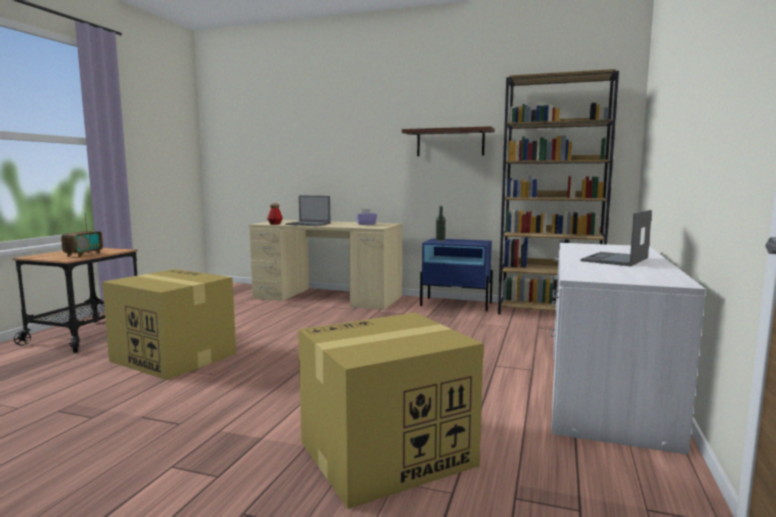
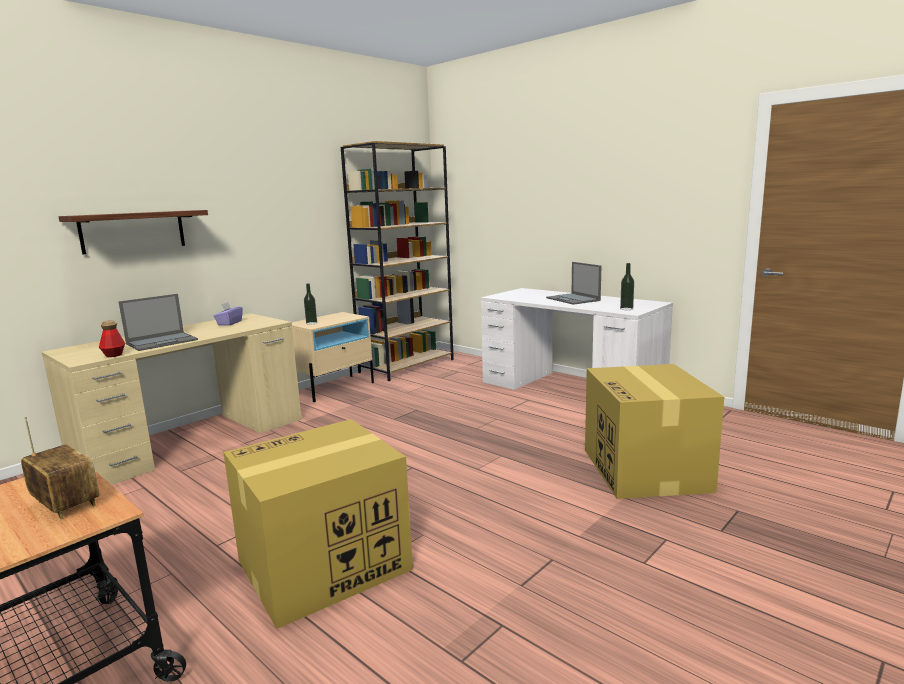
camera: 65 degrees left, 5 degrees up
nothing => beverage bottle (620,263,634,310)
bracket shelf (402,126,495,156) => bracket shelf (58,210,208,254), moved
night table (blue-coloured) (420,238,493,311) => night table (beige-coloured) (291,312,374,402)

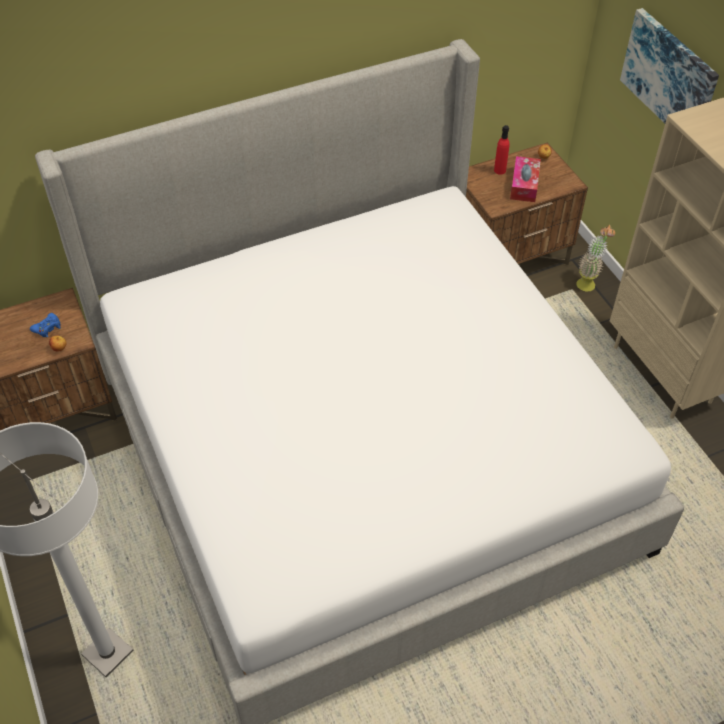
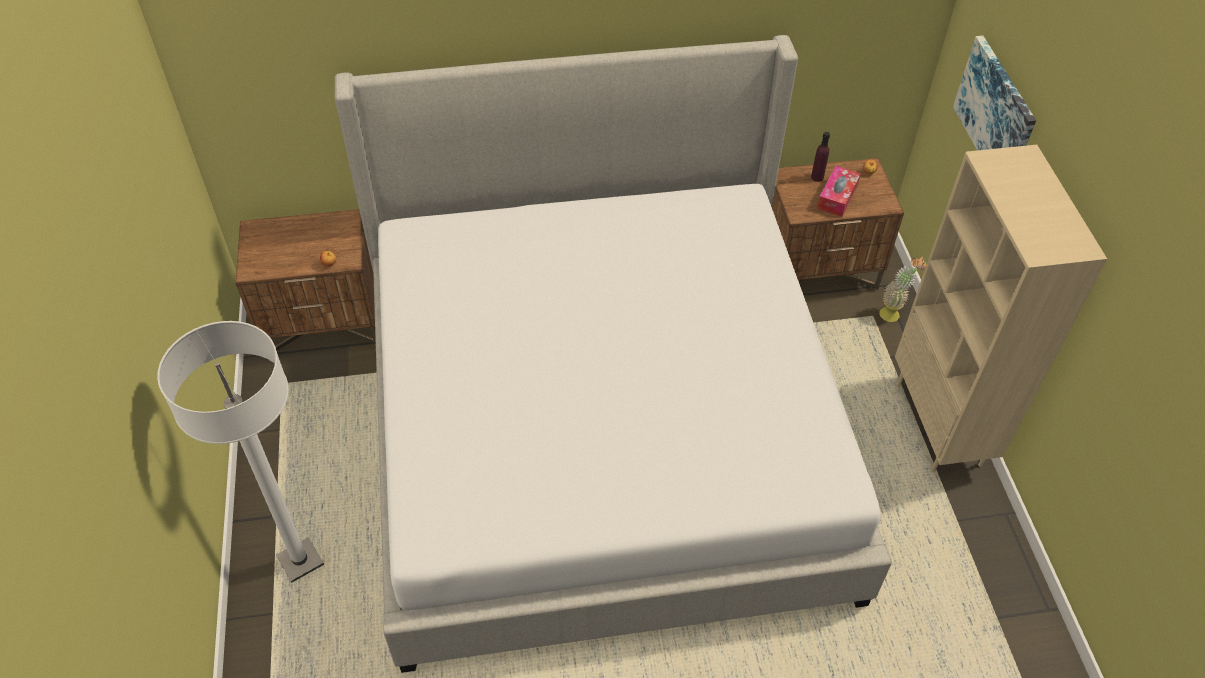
camera: 15 degrees right, 0 degrees up
joypad (blue-coloured) (30,313,61,338) => nothing
beverage bottle (reddish) (494,125,509,175) => beverage bottle (purple) (811,132,830,182)

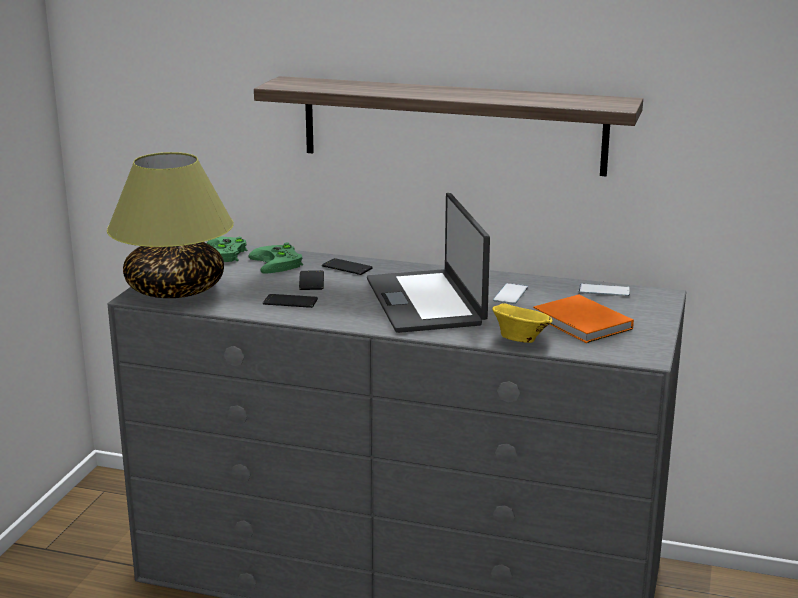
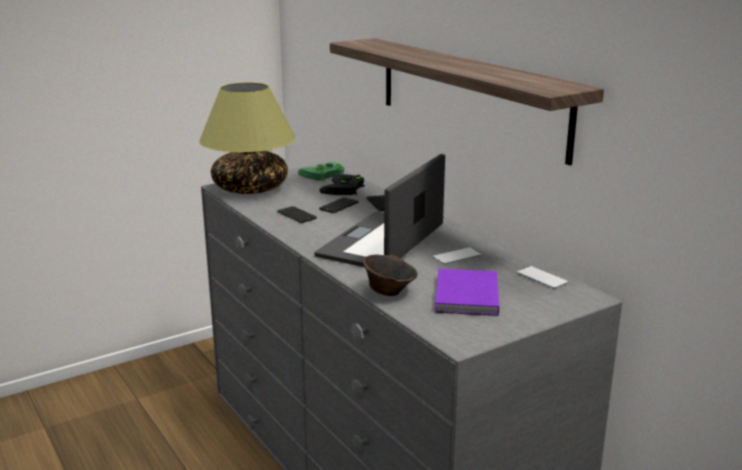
camera: 40 degrees right, 0 degrees up
joypad (green-coloured) (248,242,303,274) => joypad (blackish) (320,174,365,195)
serving bowl (yellow-coloured) (492,303,553,343) => serving bowl (brown-coloured) (363,255,417,296)
bound book (orange-coloured) (533,295,634,343) => bound book (purple) (435,269,499,316)

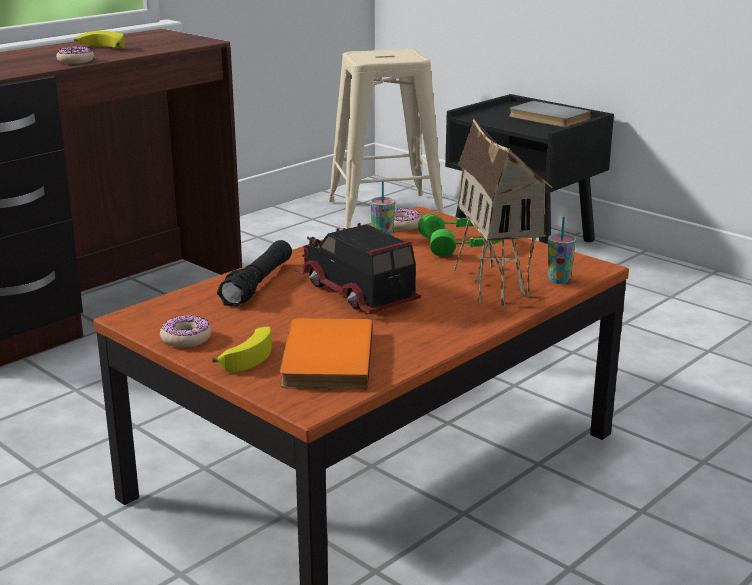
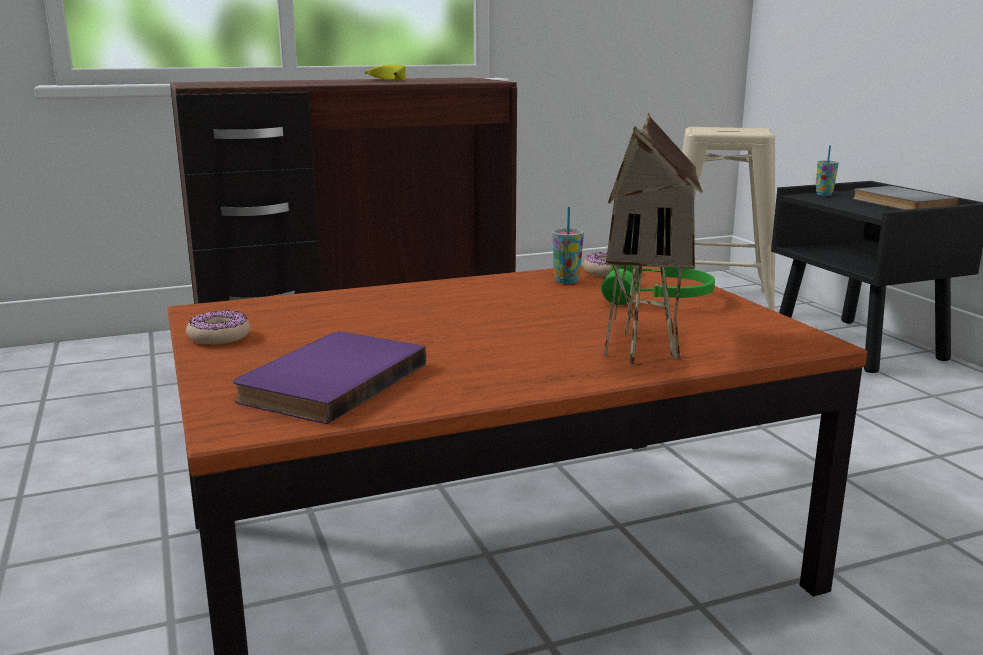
camera: 25 degrees right, 5 degrees down
ring doughnut (56,46,94,64) => nothing
whole banana (212,327,272,373) => nothing
torch (blackish) (217,240,292,307) => nothing
toy truck (295,223,421,314) => nothing
cup (548,217,576,284) => cup (816,145,839,196), moved
bound book (orange-coloured) (280,318,373,390) => bound book (purple) (233,332,426,424)

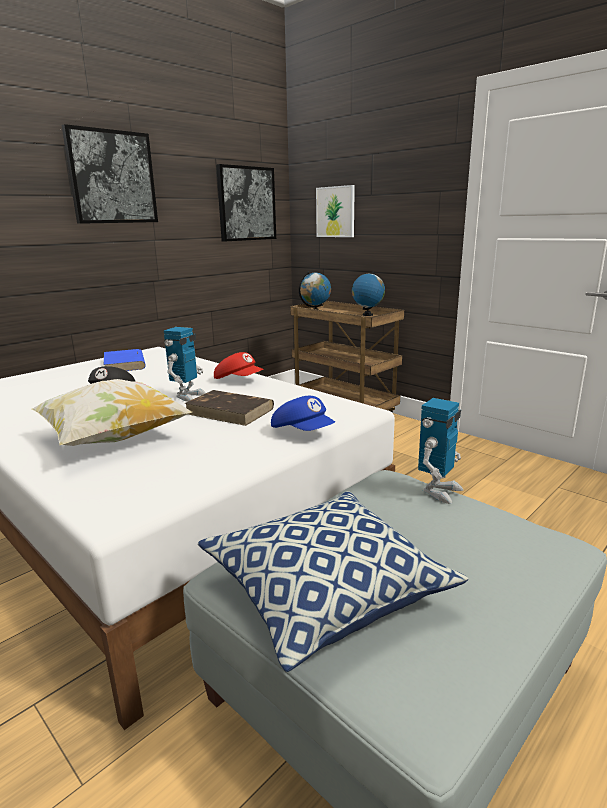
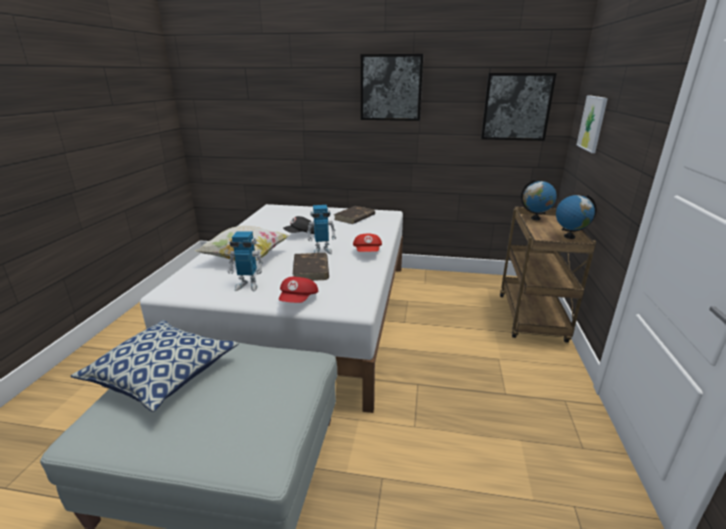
camera: 55 degrees right, 5 degrees up
model robot (418,398,463,504) => model robot (228,231,263,291), moved
bound book (blue-coloured) (104,349,146,371) => bound book (brown-coloured) (334,206,375,224)
cap (blue-coloured) (271,396,335,431) => cap (reddish) (279,277,318,303)

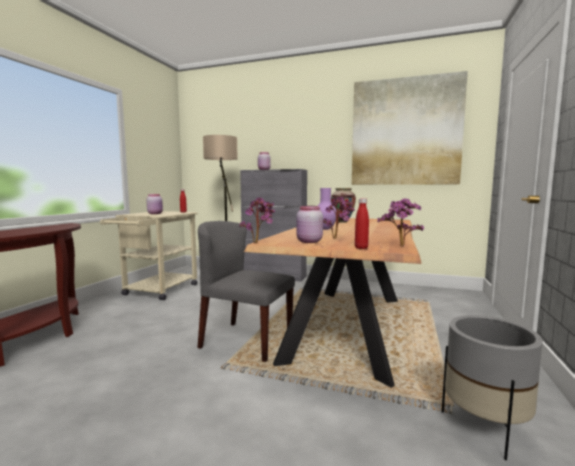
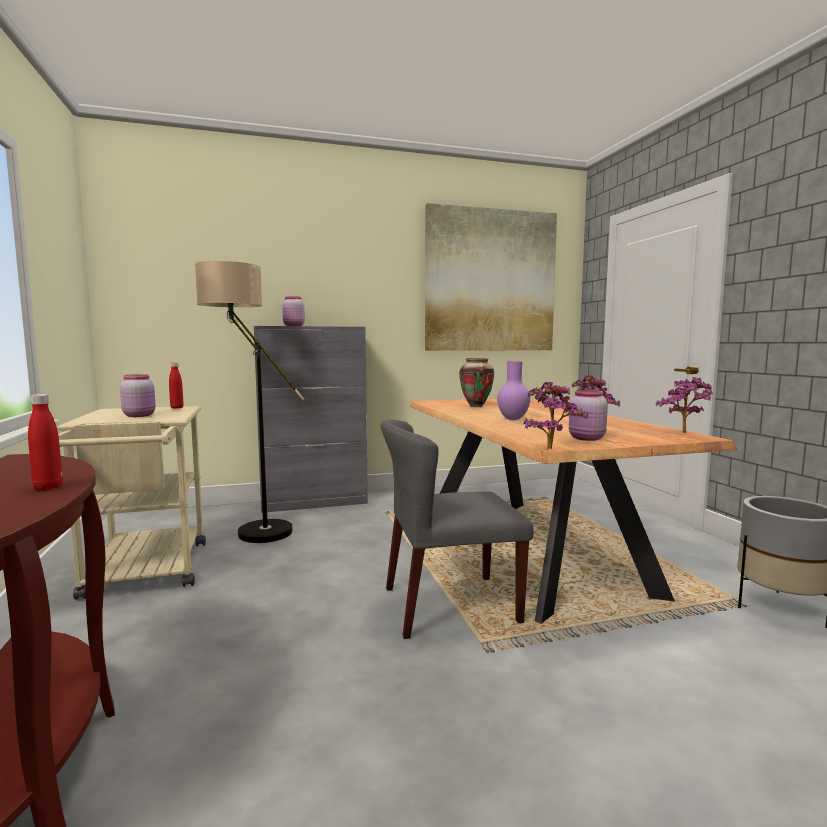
camera: 35 degrees left, 0 degrees up
beverage bottle (reddish) (355,198,369,249) => beverage bottle (reddish) (28,394,63,490), moved

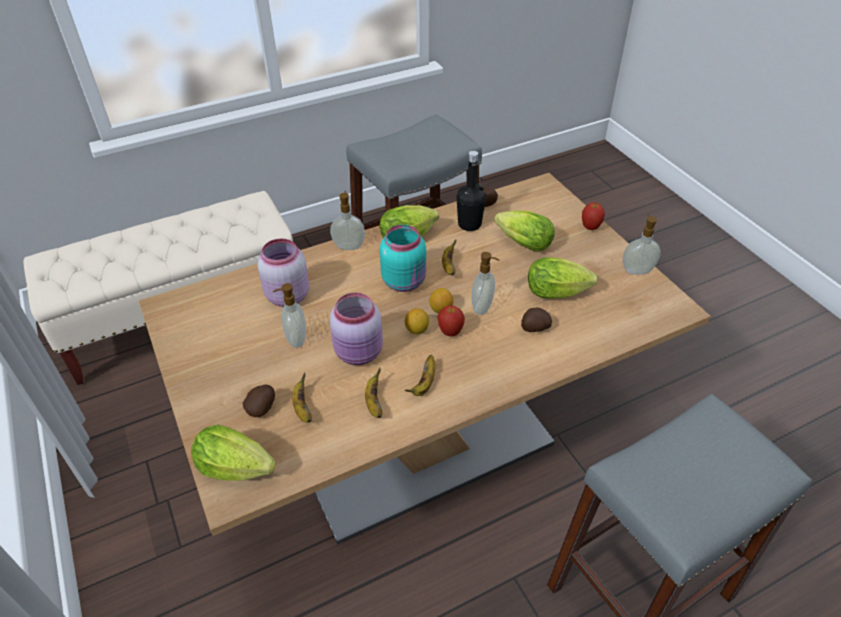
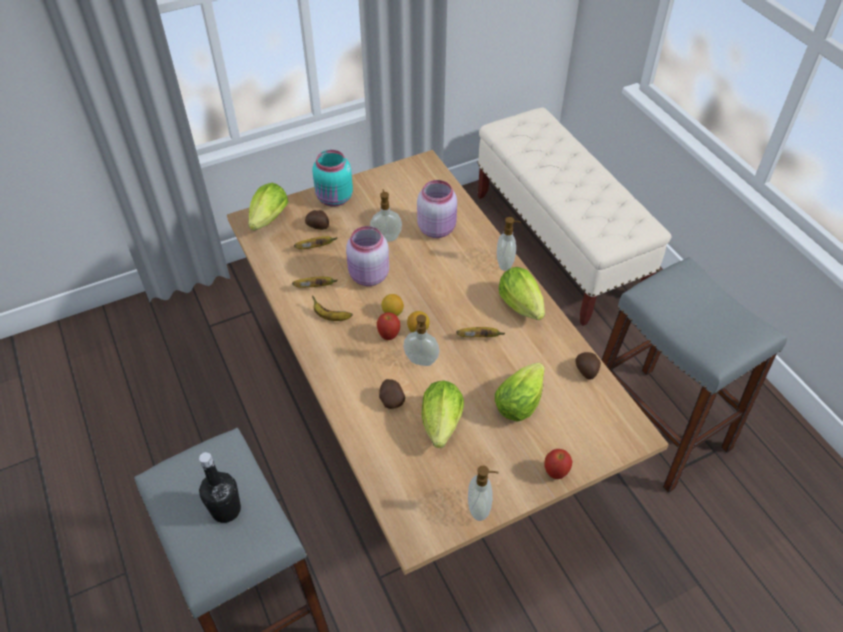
camera: 90 degrees right, 5 degrees up
storage jar (turquoise-coloured) (380,225,426,292) => storage jar (turquoise-coloured) (312,150,353,207), moved
beverage bottle (blackish) (456,151,486,231) => beverage bottle (blackish) (199,452,241,523), moved

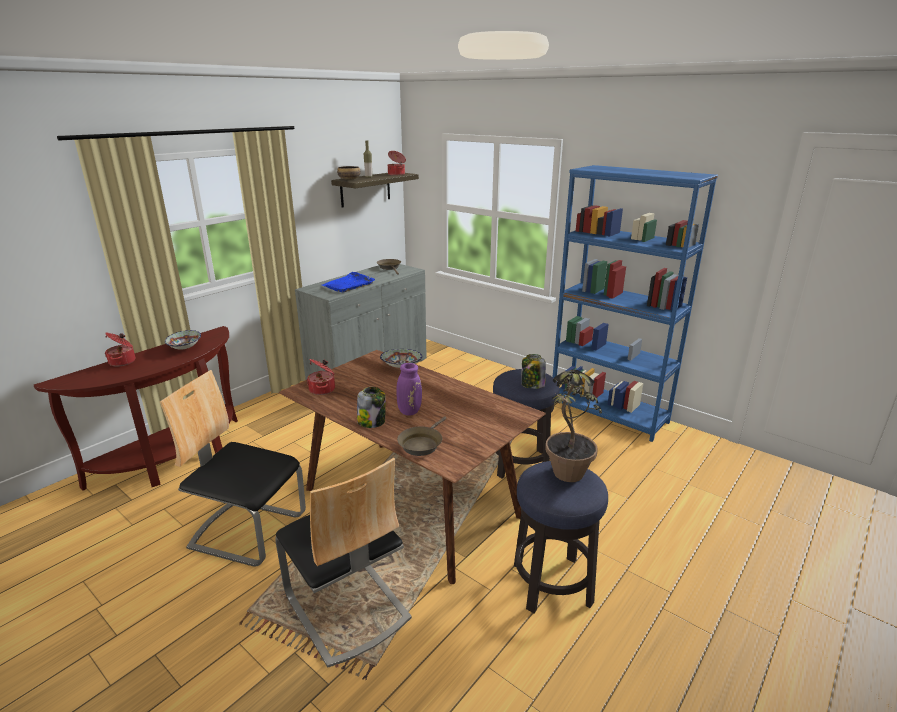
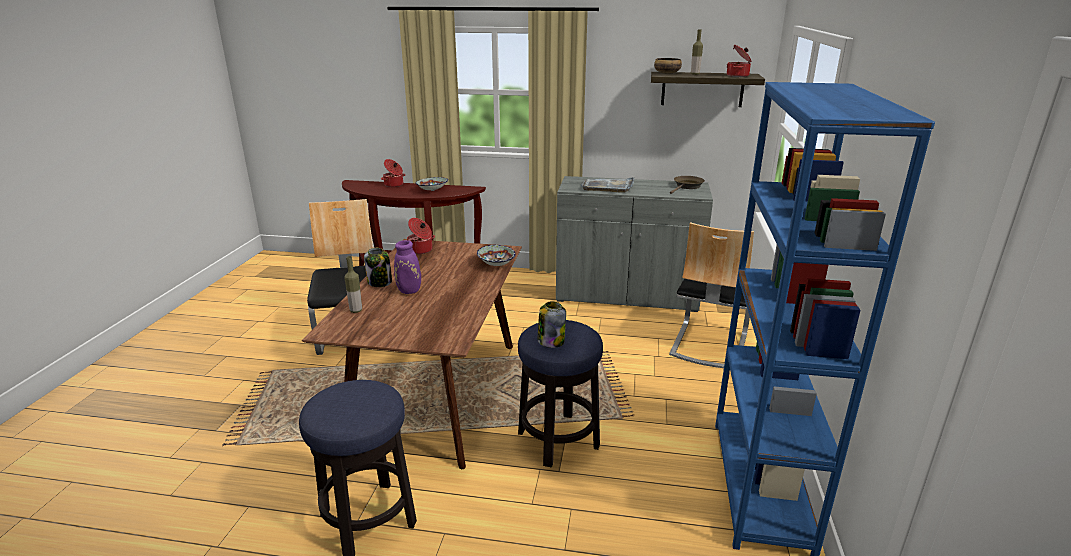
camera: 60 degrees right, 0 degrees up
plant in a pot (545,370,602,482) => nothing
chair (275,458,412,668) => chair (669,222,754,368), moved
skillet (brown-coloured) (397,416,446,456) => beverage bottle (344,256,362,313)
serving tray (blue-coloured) (322,272,375,292) => serving tray (grey) (581,177,634,193)

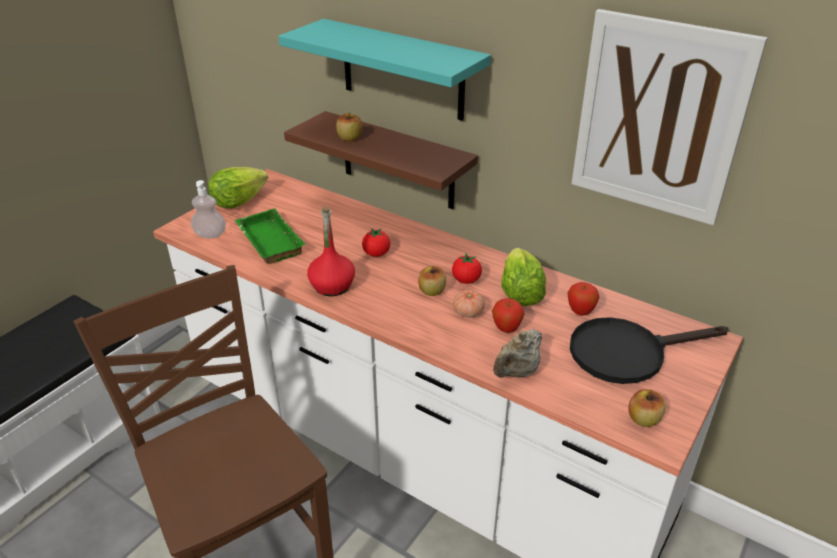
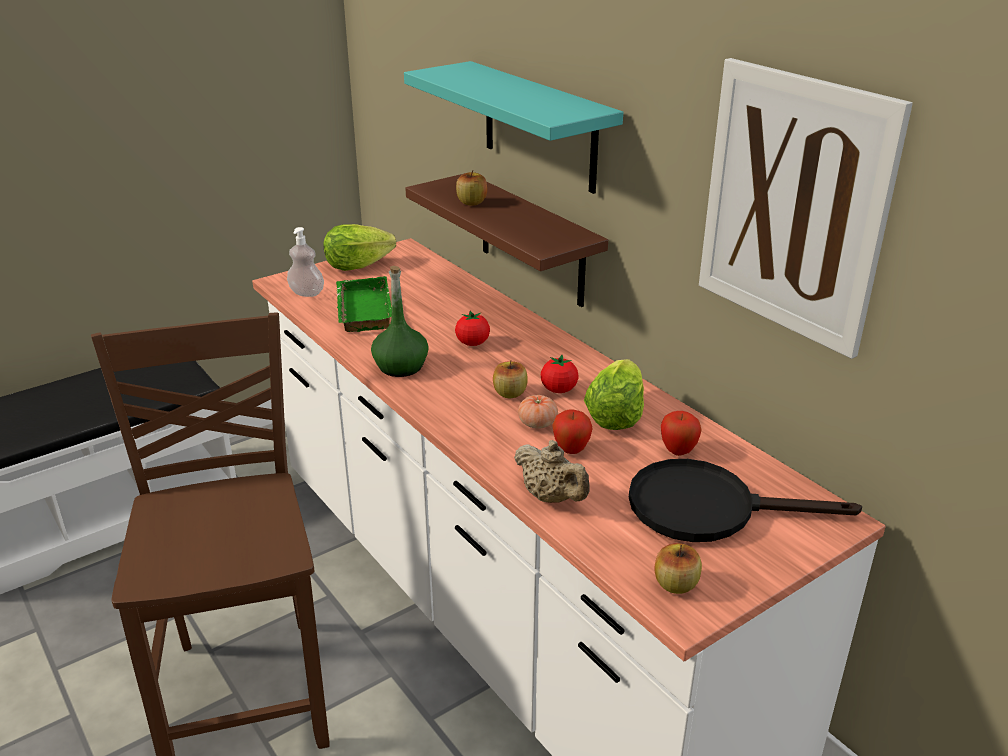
camera: 20 degrees right, 5 degrees down
beverage bottle (reddish) (307,207,355,296) => beverage bottle (green-coloured) (371,266,429,377)
pot for tea (beige-coloured) (493,329,542,378) => pot for tea (beige-coloured) (514,440,590,503), 105 degrees counterclockwise

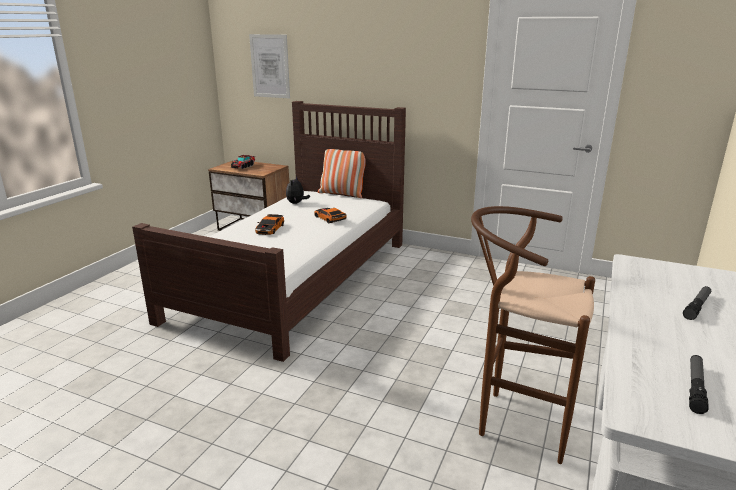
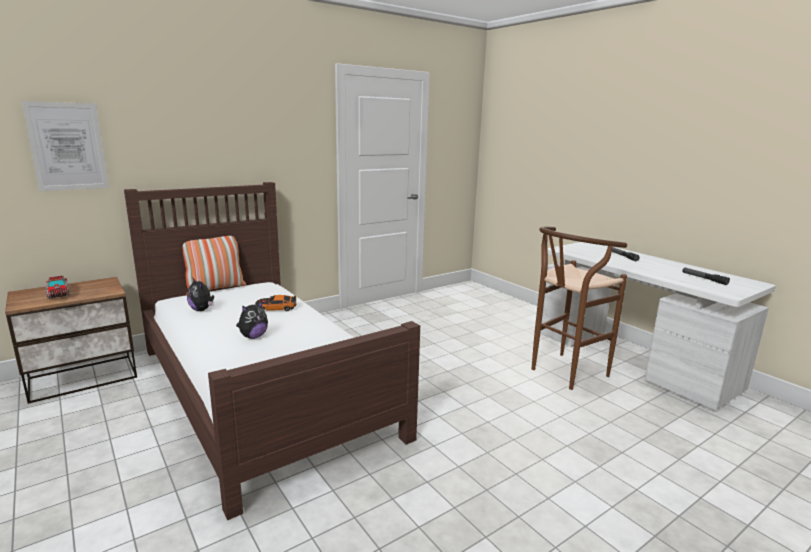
camera: 60 degrees left, 5 degrees down
miniature car (255,214,284,235) => plush toy (236,301,268,339)

